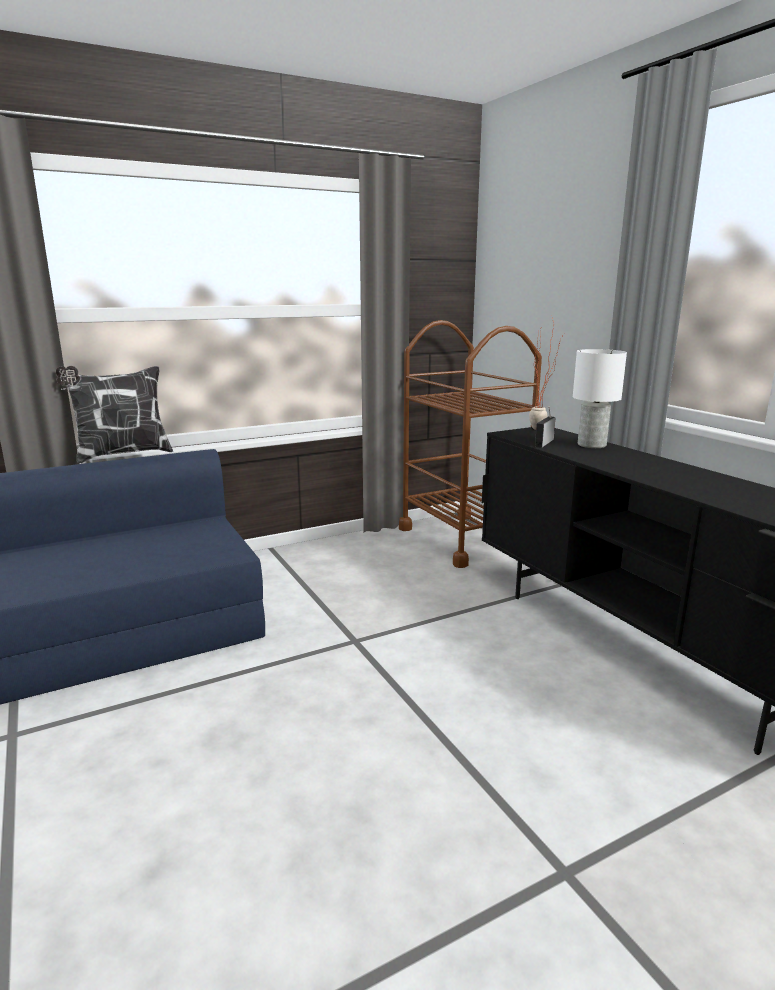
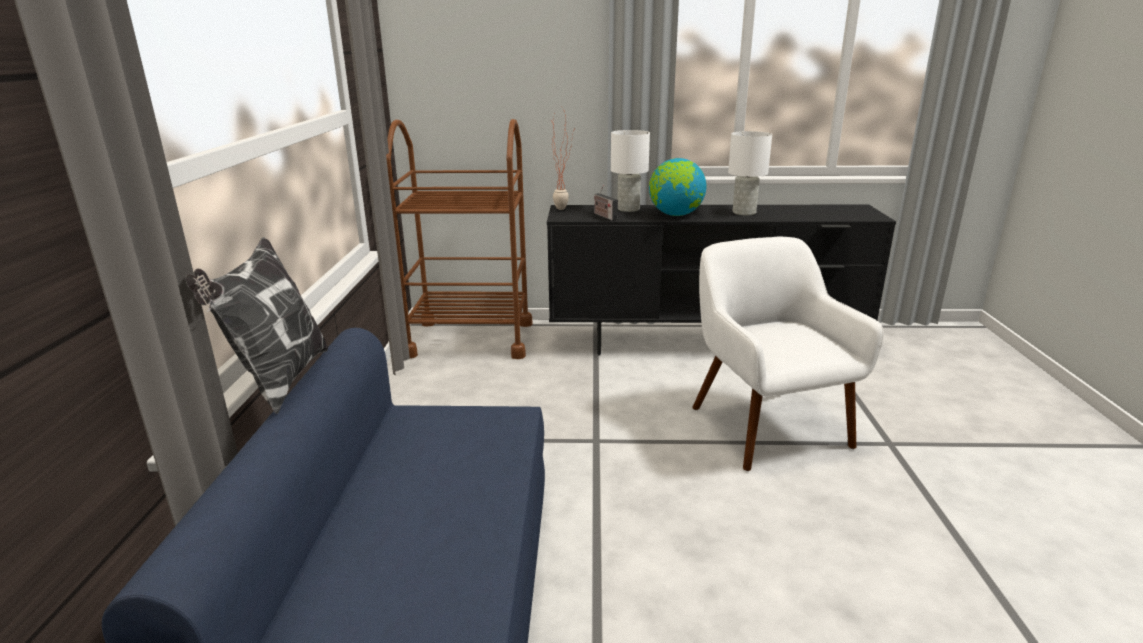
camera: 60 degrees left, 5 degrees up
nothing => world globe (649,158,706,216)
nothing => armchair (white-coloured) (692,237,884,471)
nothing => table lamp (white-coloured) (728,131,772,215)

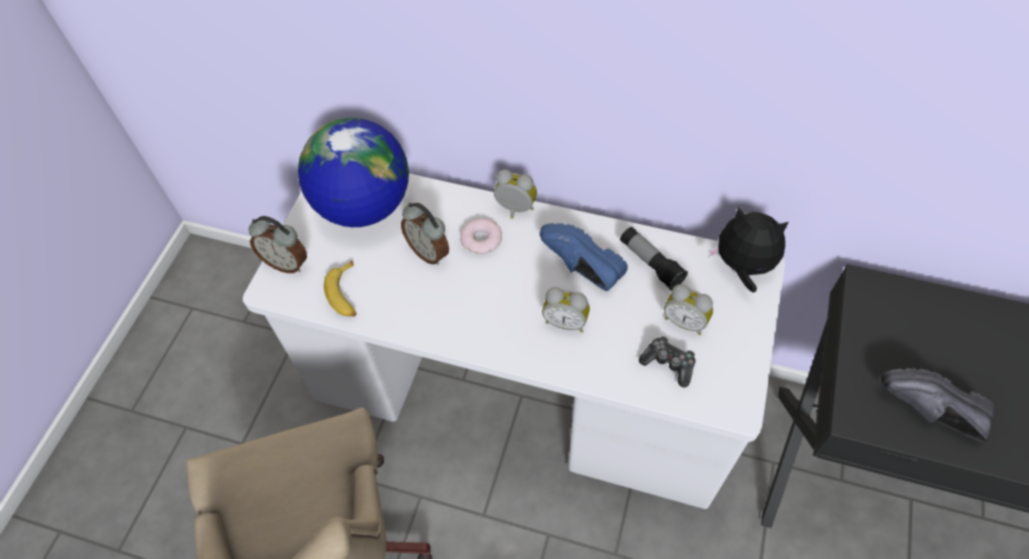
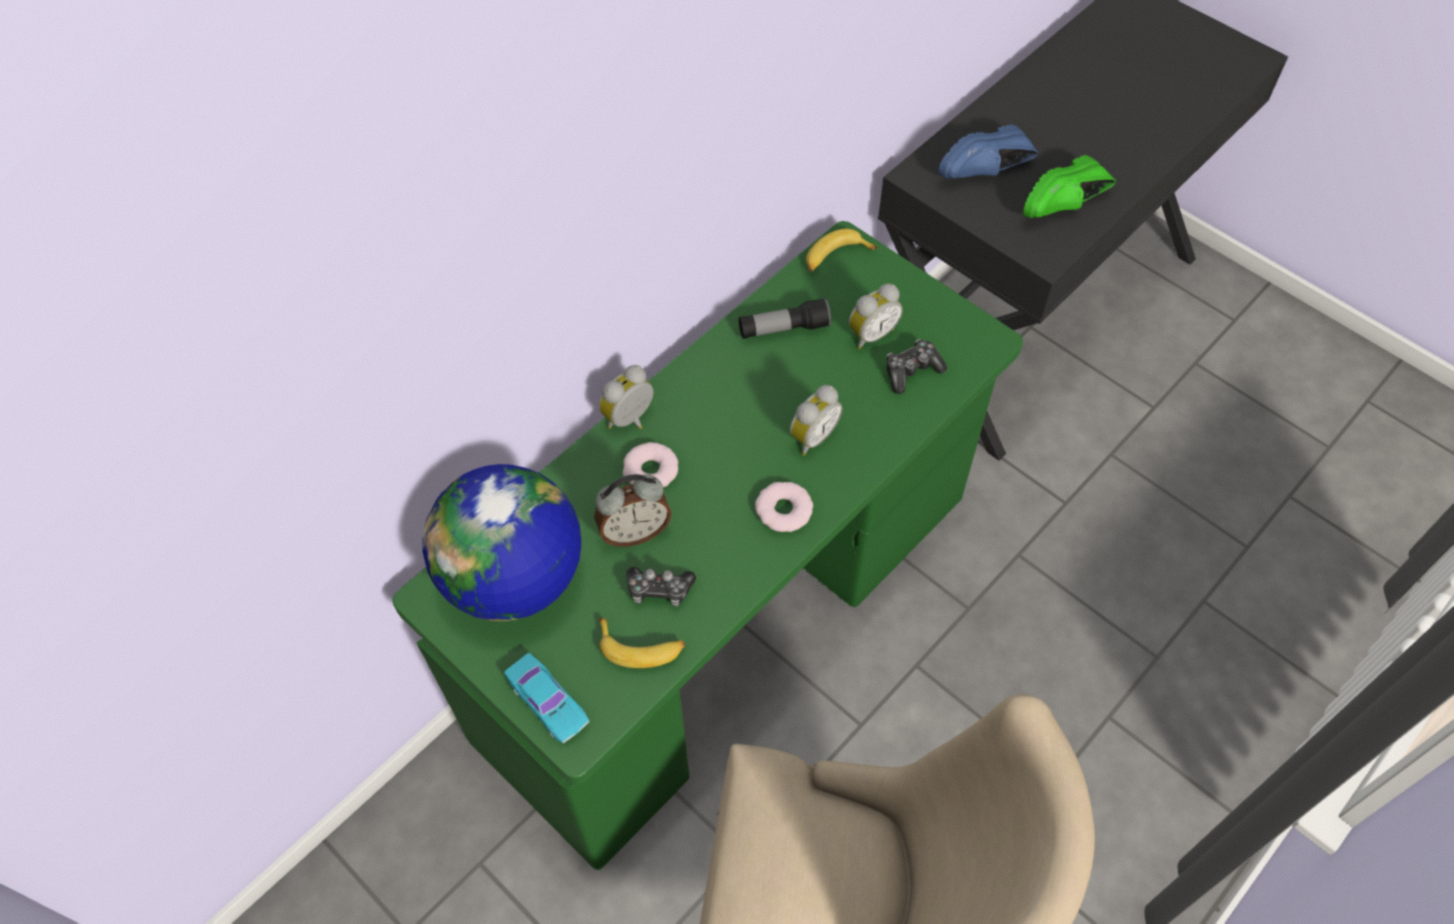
camera: 65 degrees left, 0 degrees up
nothing => joypad (626,567,696,607)
nothing => ring doughnut (755,482,813,532)
shoe (blue-coloured) (540,223,628,291) => shoe (blue-coloured) (938,125,1038,178), moved
alarm clock (249,216,307,273) => miniature car (turquoise-coloured) (505,653,589,743)
plush toy (708,207,788,293) => whole banana (806,229,877,271)
desk table (white-coloured) (243,174,785,509) => desk table (green-coloured) (392,221,1023,870)
shoe (blackish) (881,368,995,442) => shoe (green-coloured) (1023,155,1116,218)

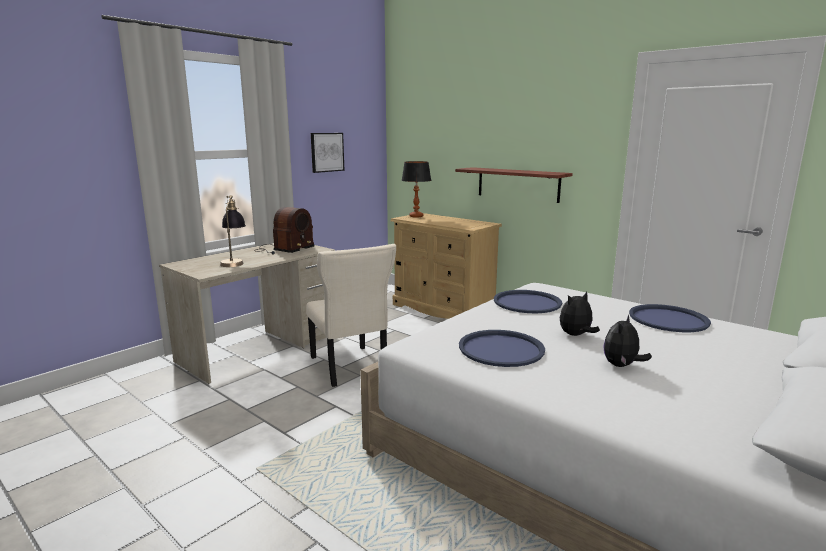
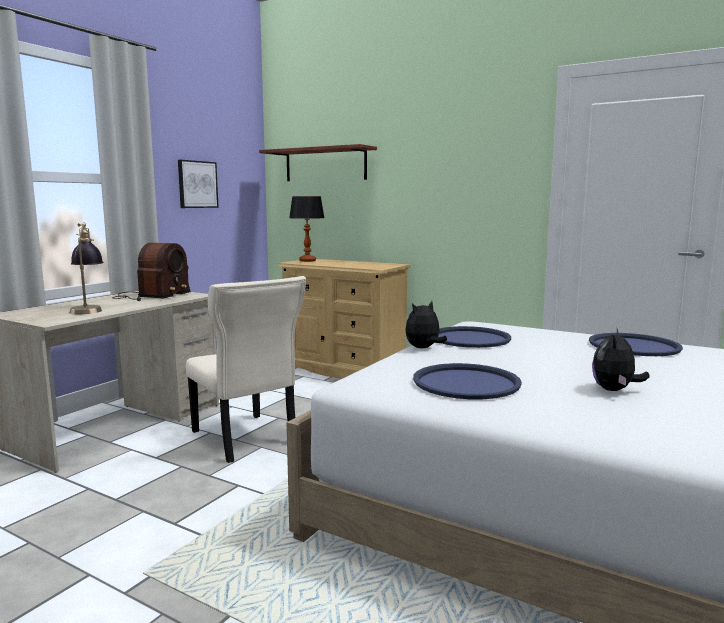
camera: 10 degrees left, 5 degrees down
bracket shelf (455,167,573,203) => bracket shelf (259,144,377,181), moved
plush toy (560,292,600,336) => plush toy (405,301,447,348), moved

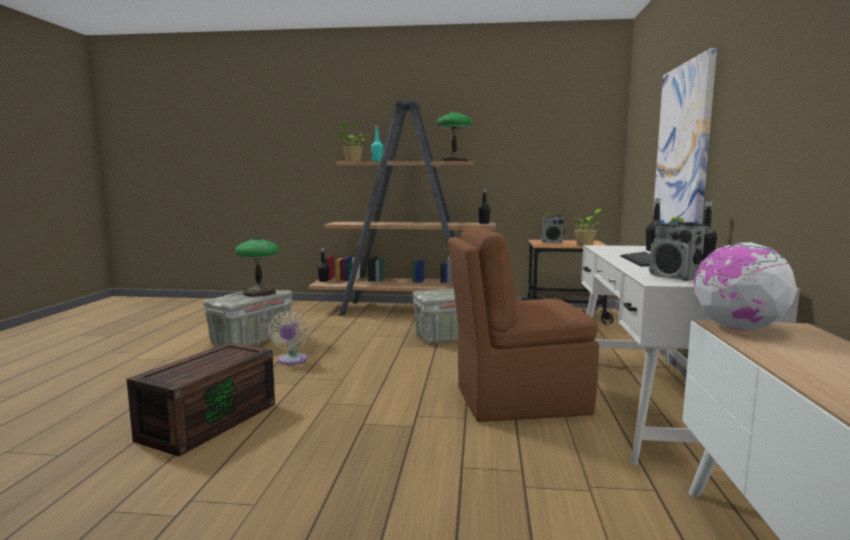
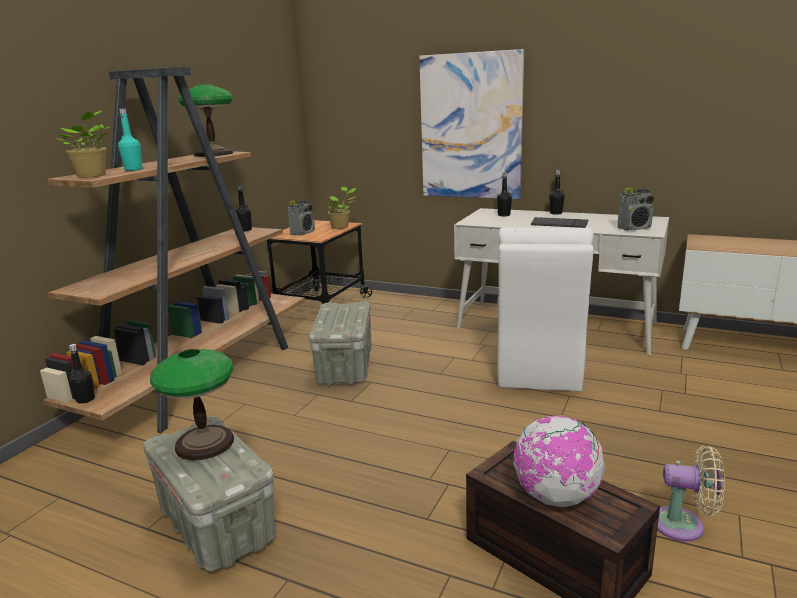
camera: 70 degrees left, 10 degrees up
cooling fan (beige-coloured) (268,311,309,365) => cooling fan (beige-coloured) (657,446,725,542), moved
world globe (694,242,797,331) => world globe (513,416,605,507), moved
chair (brown-coloured) (448,225,599,422) => chair (white-coloured) (497,227,594,391)

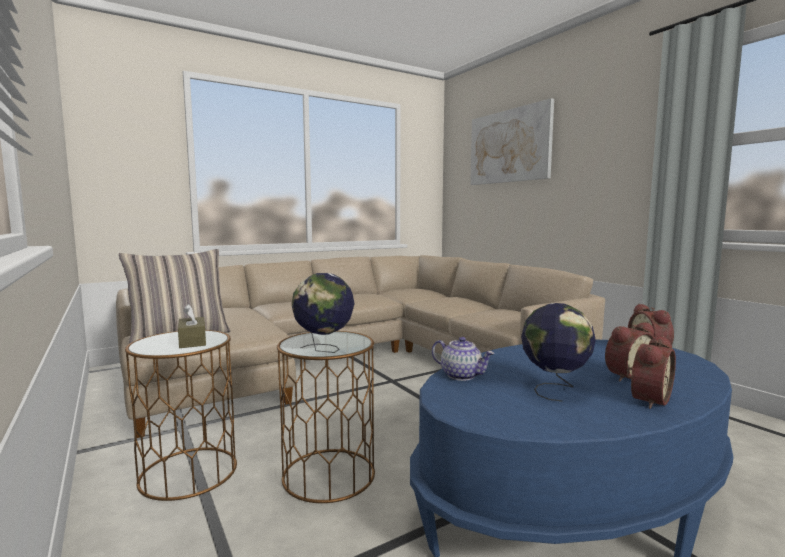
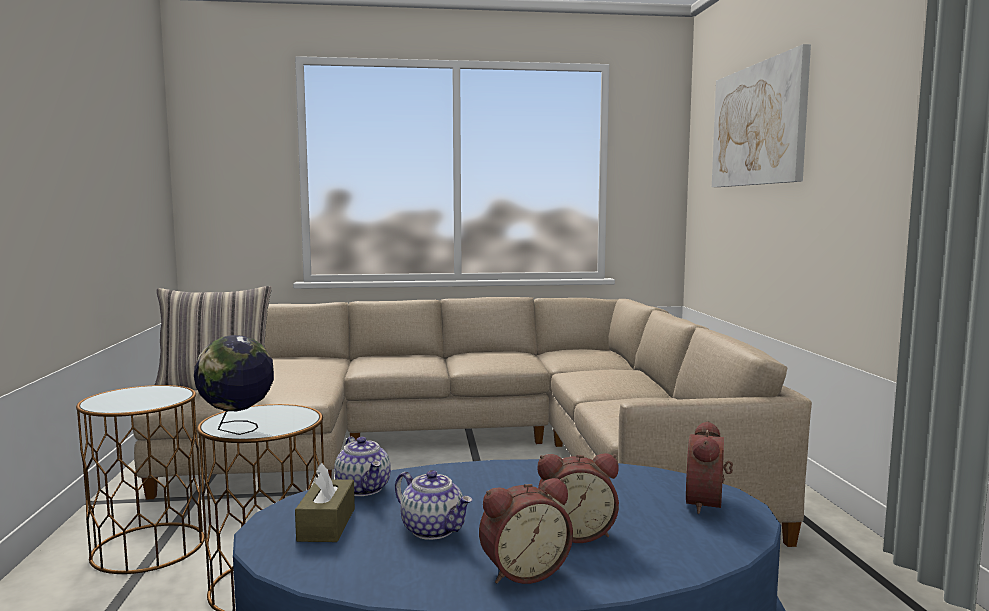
camera: 25 degrees right, 0 degrees up
tissue box (brown-coloured) (178,304,206,348) => tissue box (brown-coloured) (295,463,355,542), moved
world globe (521,303,596,402) => pot for tea (395,470,472,540)

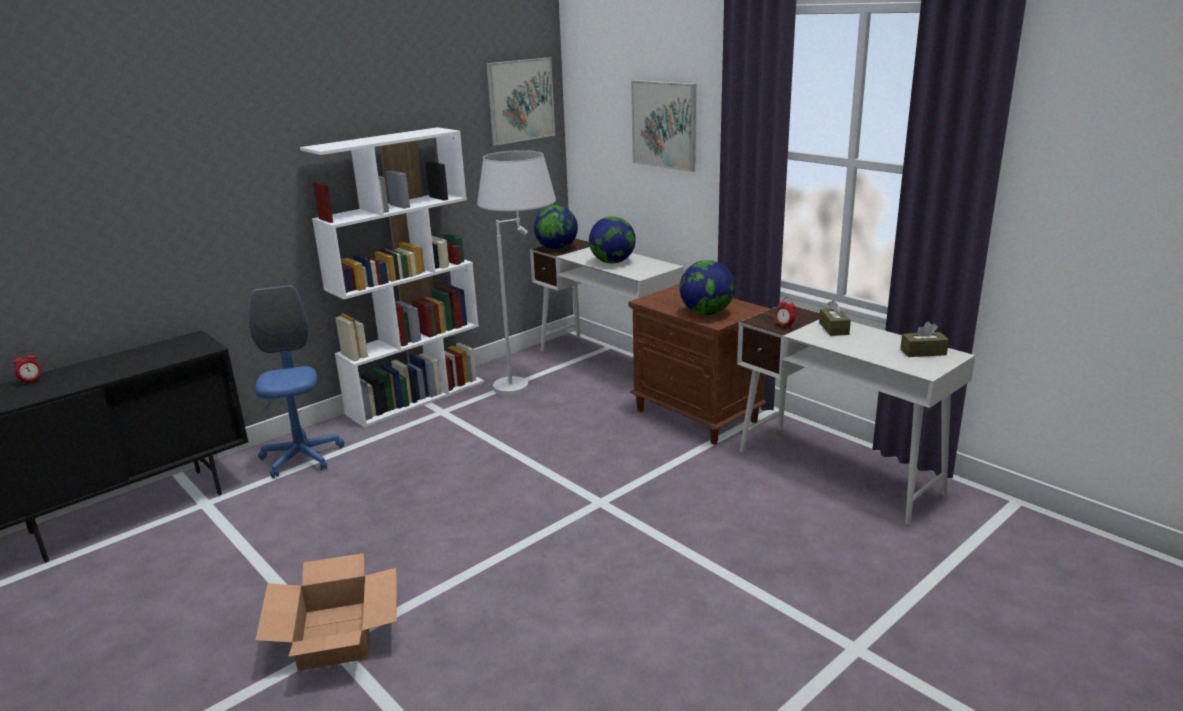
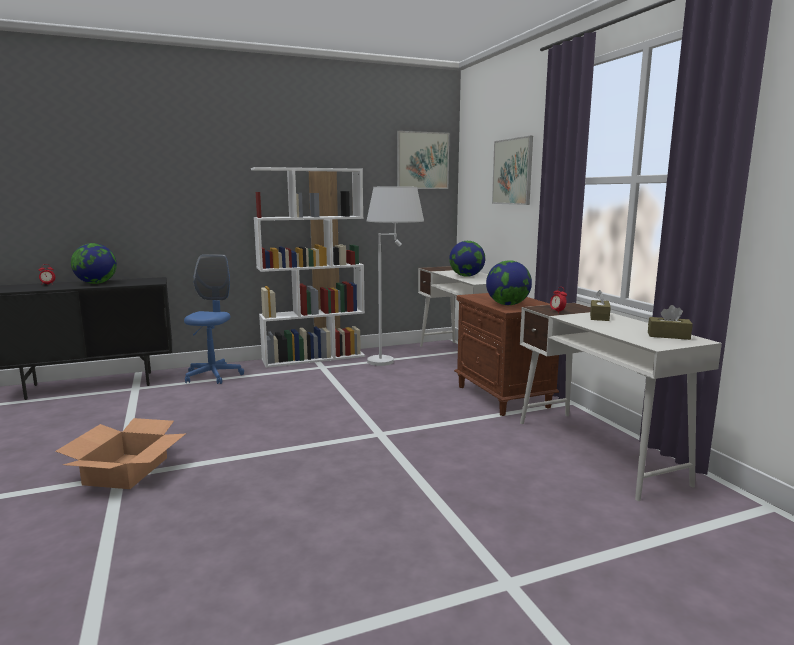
camera: 20 degrees right, 10 degrees down
world globe (534,205,578,250) => world globe (71,243,117,284), moved

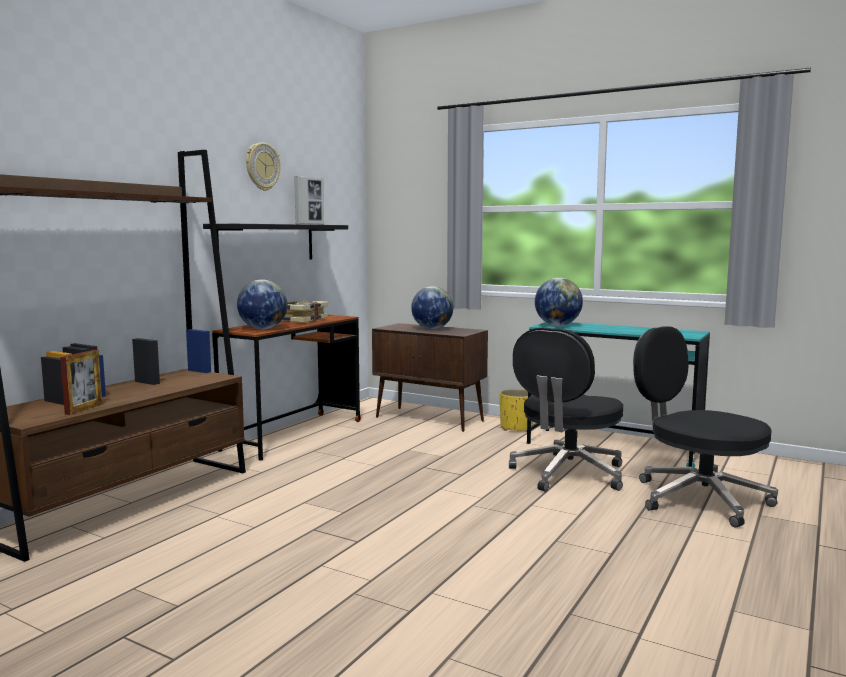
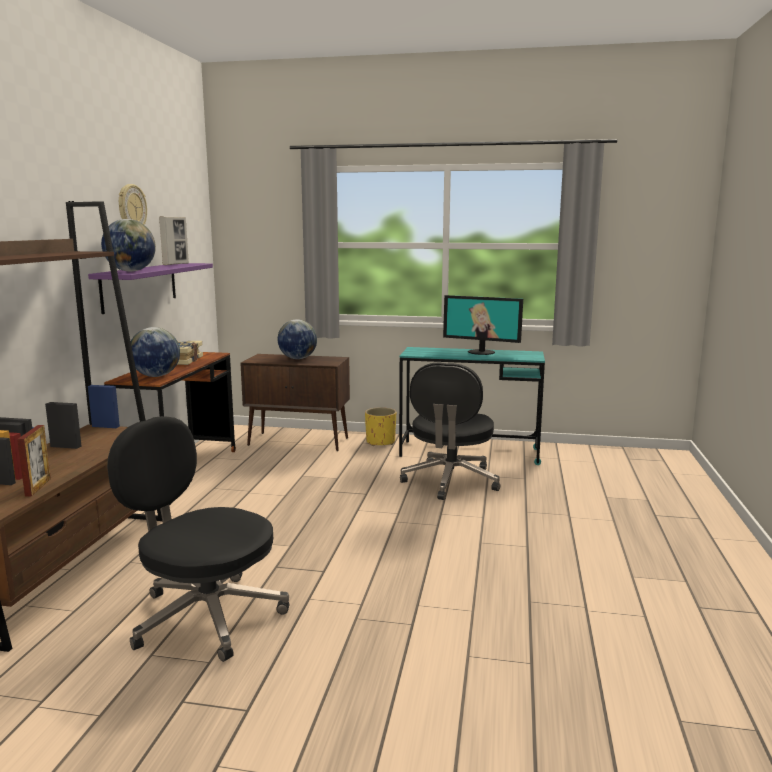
camera: 20 degrees left, 5 degrees up
nothing => computer screen (443,295,523,355)
world globe (535,278,583,326) => world globe (101,219,156,272), moved
desk chair (blackish) (633,326,778,528) => desk chair (blackish) (107,416,289,662), moved
bracket shelf (blackish) (203,224,348,260) => bracket shelf (purple) (88,263,213,314)

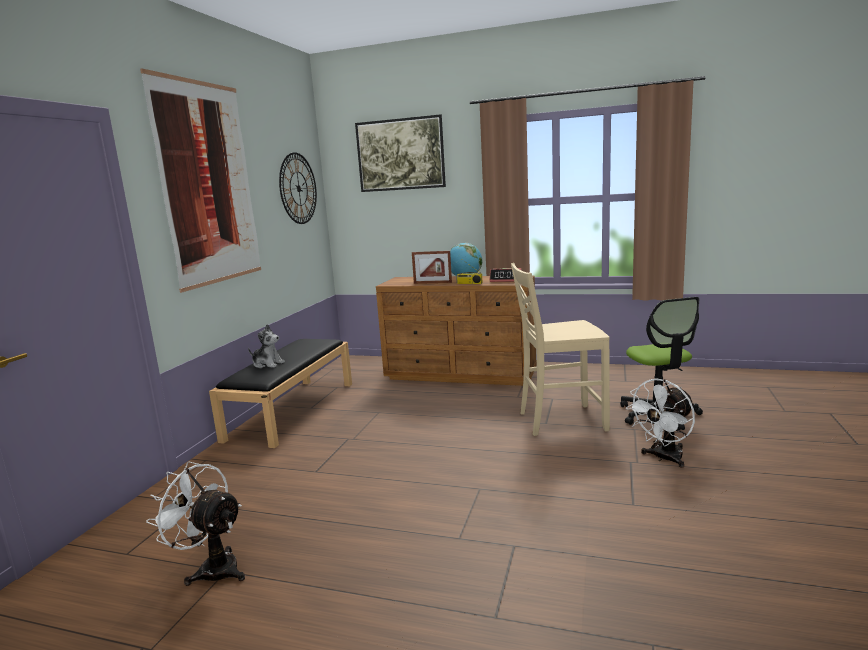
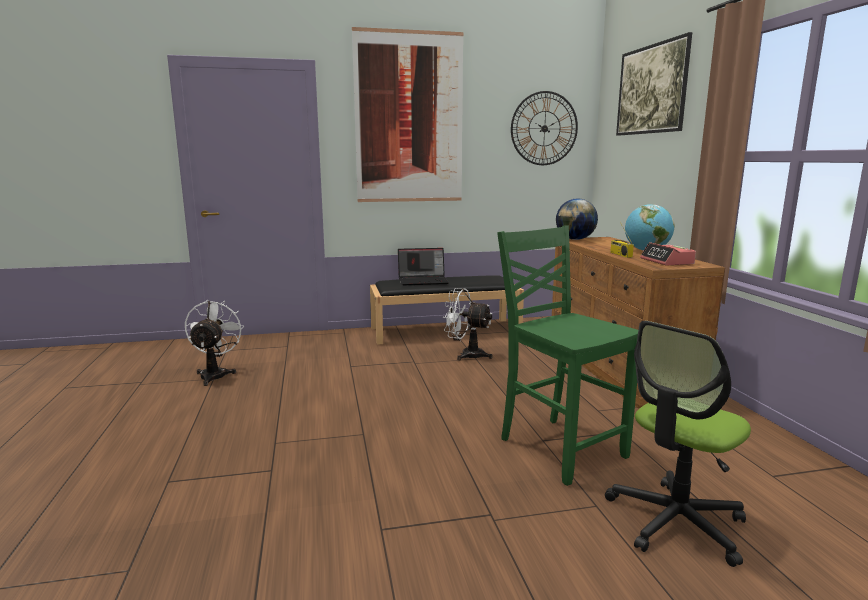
camera: 60 degrees right, 0 degrees up
picture frame (412,251,452,284) => nothing
nothing => world globe (556,199,598,240)
cooling fan (white-coloured) (626,378,695,468) => cooling fan (white-coloured) (443,288,493,360), moved
plush toy (248,324,285,368) => laptop (398,248,449,285)
chair (beige-coloured) (511,263,610,436) => chair (green-coloured) (497,225,638,486)

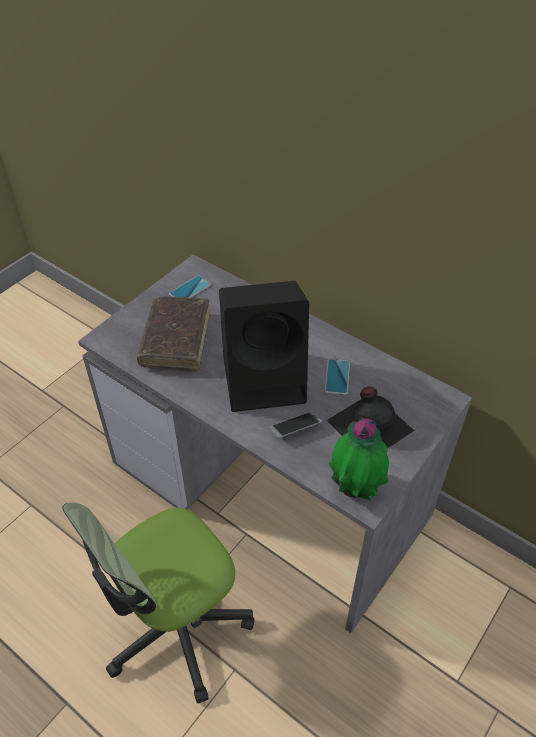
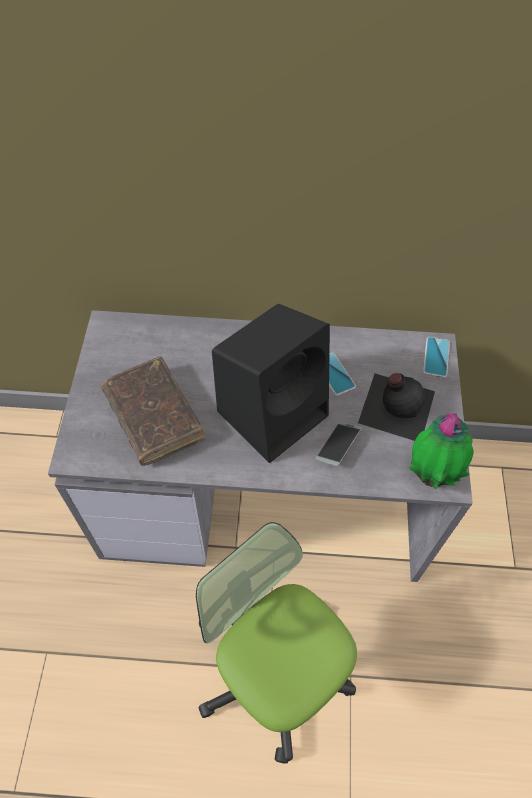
camera: 35 degrees left, 10 degrees up
handset (169,275,211,298) => handset (423,337,450,378), moved
desk chair (62,503,254,704) => desk chair (196,522,357,763), 120 degrees clockwise

